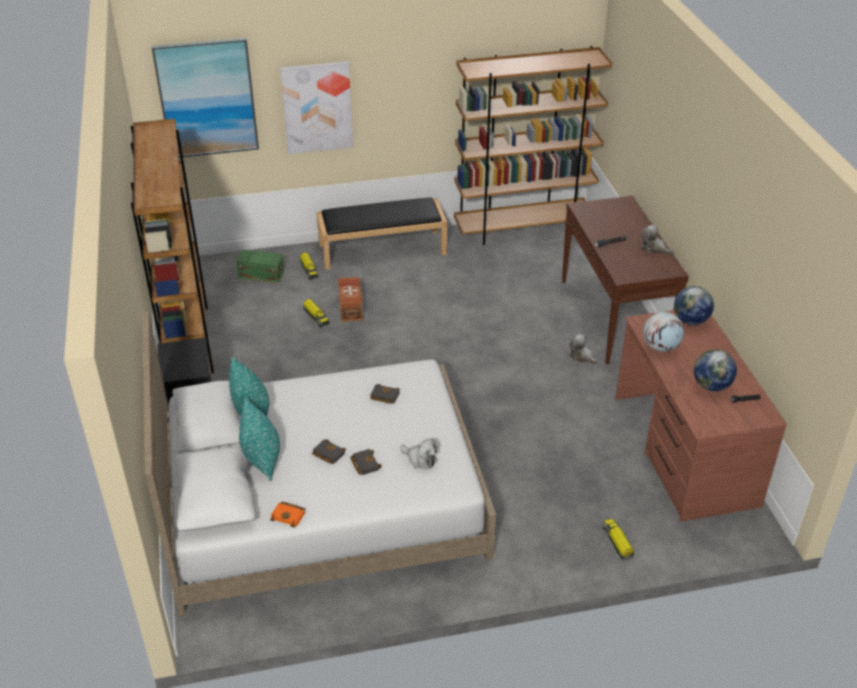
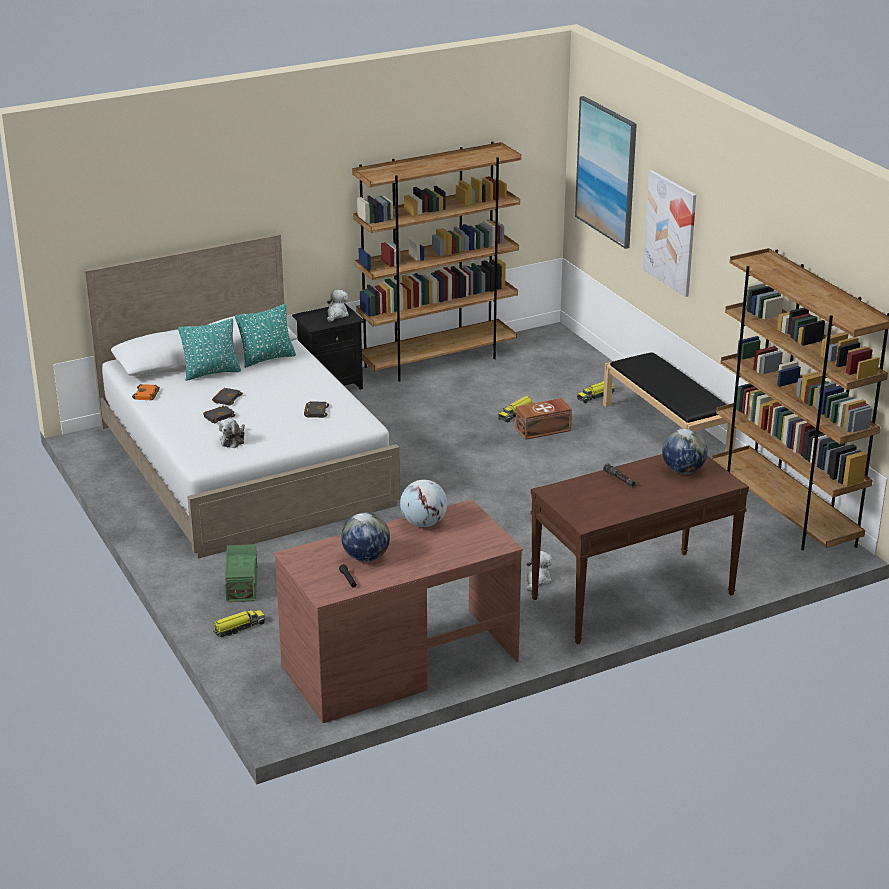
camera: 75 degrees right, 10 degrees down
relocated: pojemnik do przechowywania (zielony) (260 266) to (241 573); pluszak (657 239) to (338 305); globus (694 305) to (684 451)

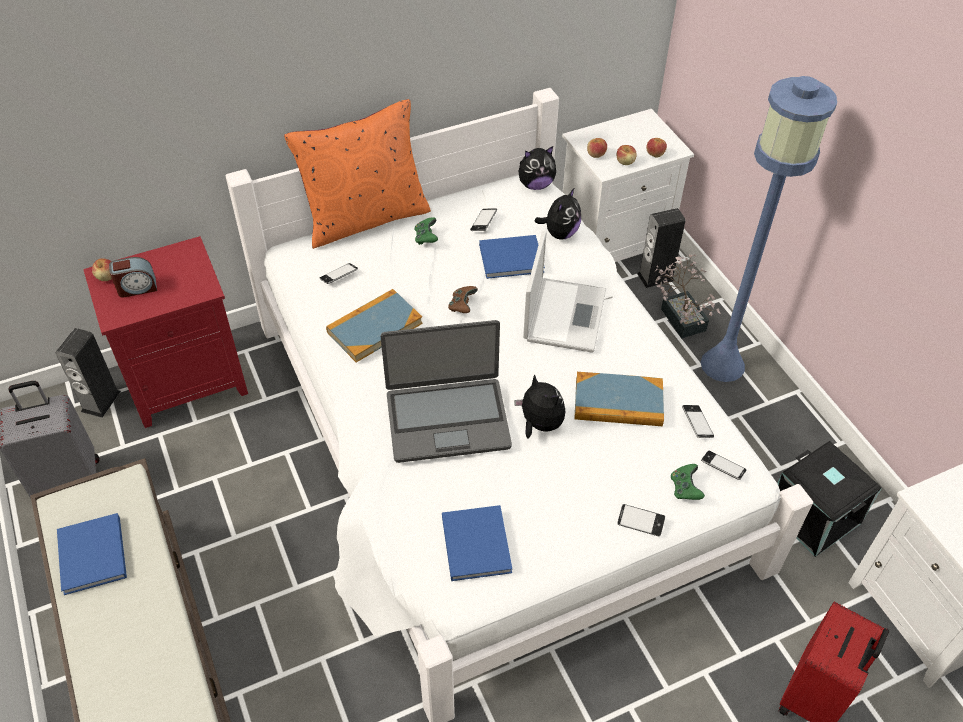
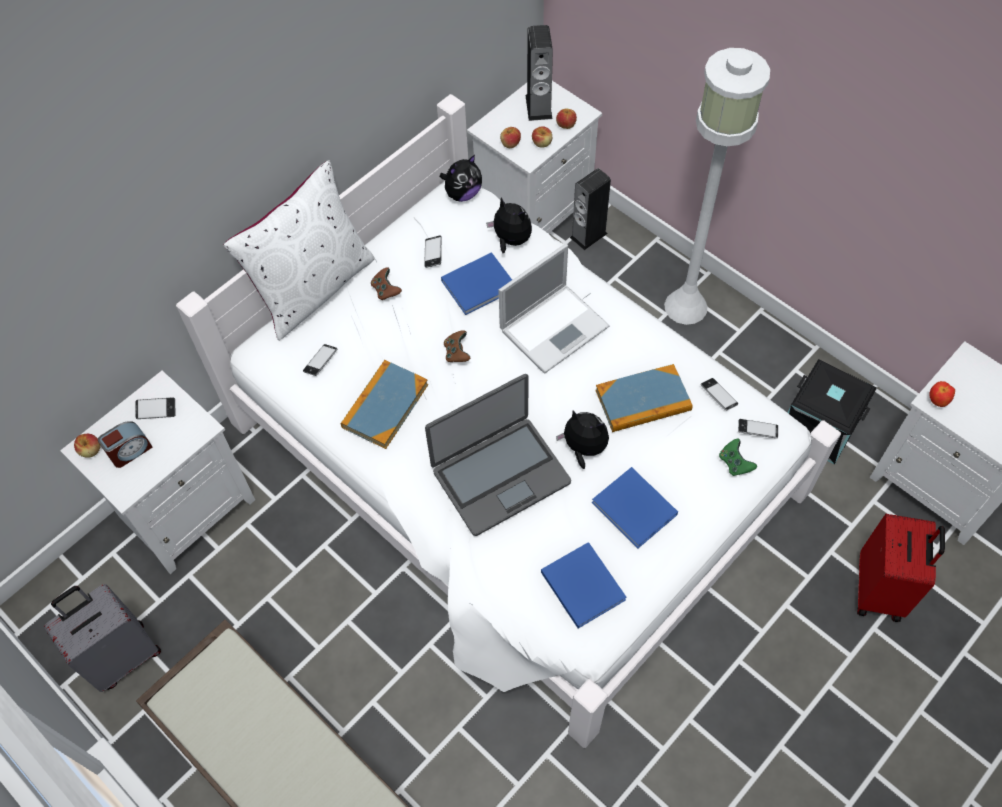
camera: 20 degrees left, 10 degrees up
missing: roślina doniczkowa (687 296)
appeared: jabłko (942 394)
relocated: głośnik (88 373) to (539 73); książka (niebieski) (92 554) to (635 507); telefon (641 520) to (155 408)
colour: szafka nocna (czerwony) (165 332) to szafka nocna (biały) (157 472); poduszka (pomarańczowy) (357 174) to poduszka (biały) (299 250); pad do gier (zielony) (426 231) to pad do gier (brązowy) (386 283); lampa stojąca (niebieski) (768 229) to lampa stojąca (biały) (717 186)
spun: laptop (564 291) = (554 308) 60 degrees clockwise; pluszak (558 213) = (509 225) 60 degrees counterclockwise

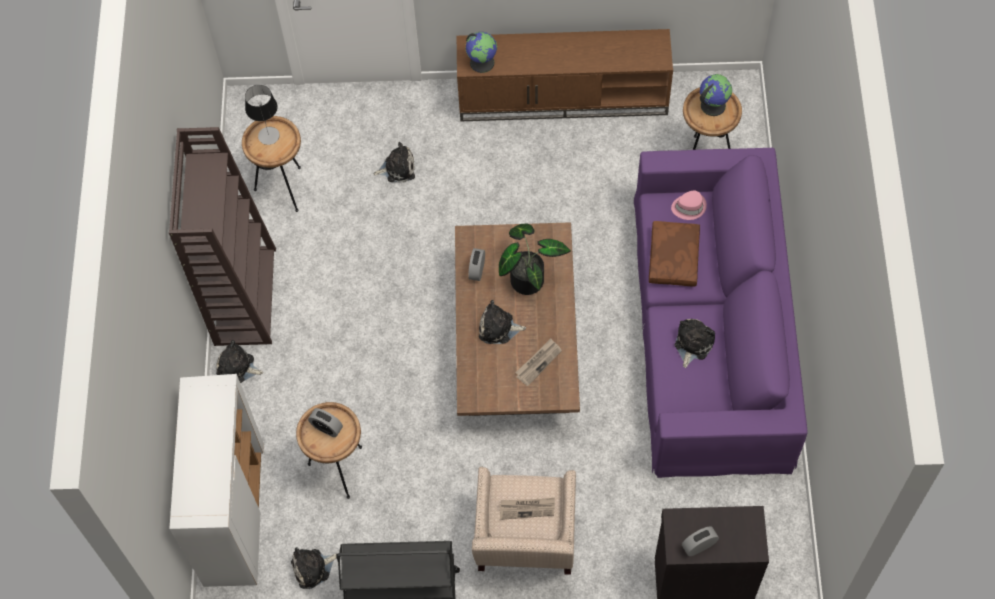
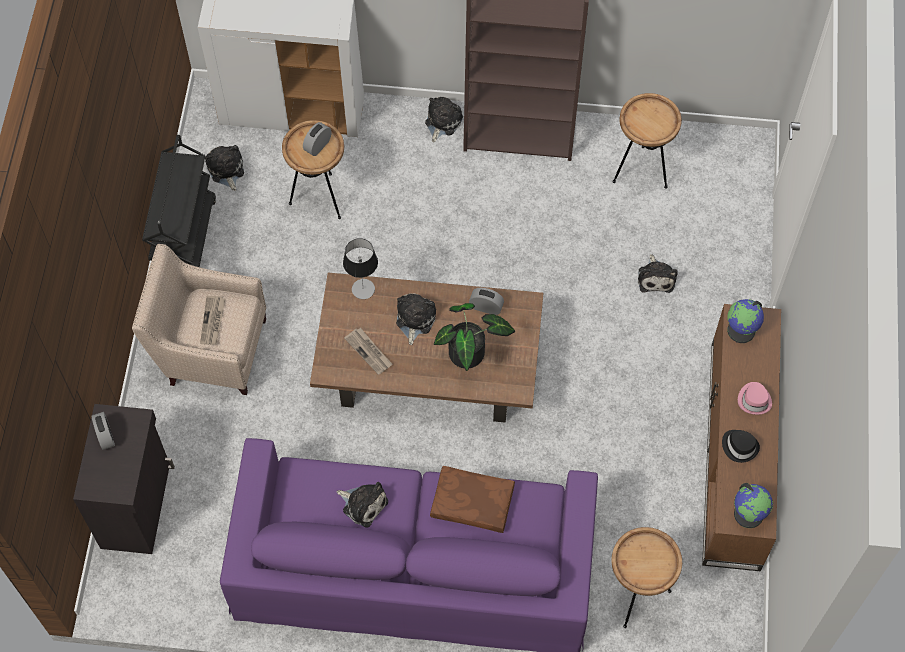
camera: 95 degrees right, 0 degrees up
appeared: kapelusz (czarny) (741 446)
relocated: lampa stołowa (262 115) to (360 268); kapelusz (różowy) (689 205) to (755 398); globus (716 95) to (753 505)

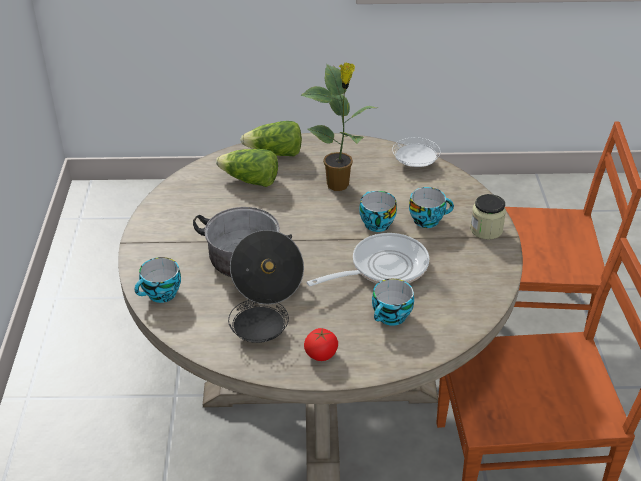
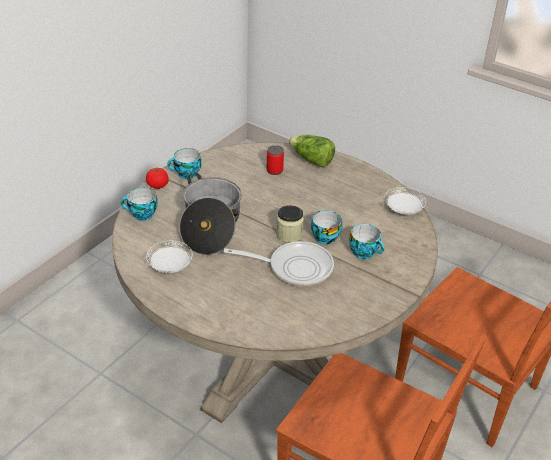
camera: 35 degrees right, 0 degrees up
missing: roślina doniczkowa (338 126)
relocated: pomidor (321 344) to (157 178); filiżanka (393 302) to (184 163); słoik (488 217) to (290 224)
exchanged: sałata (247 168) to puszka (275 160)
colour: talerz (czarny) (258 320) to talerz (biały) (169 257)

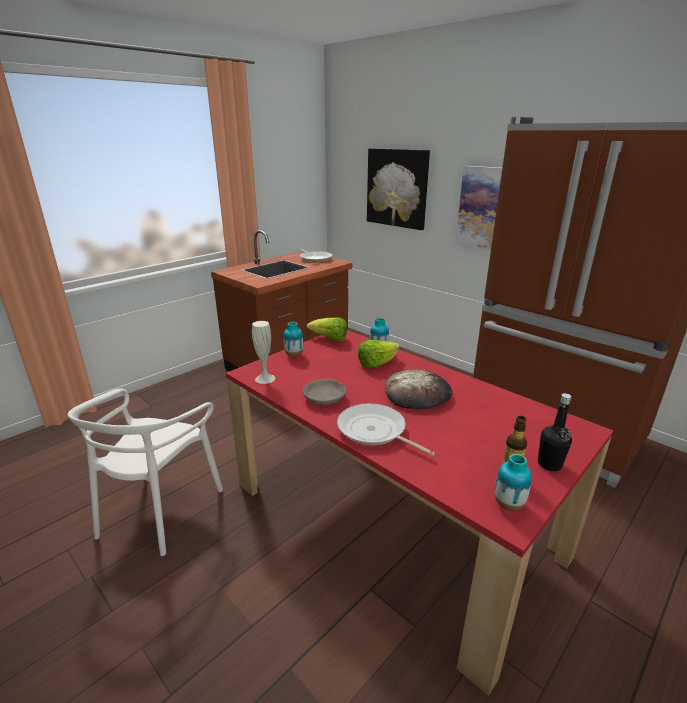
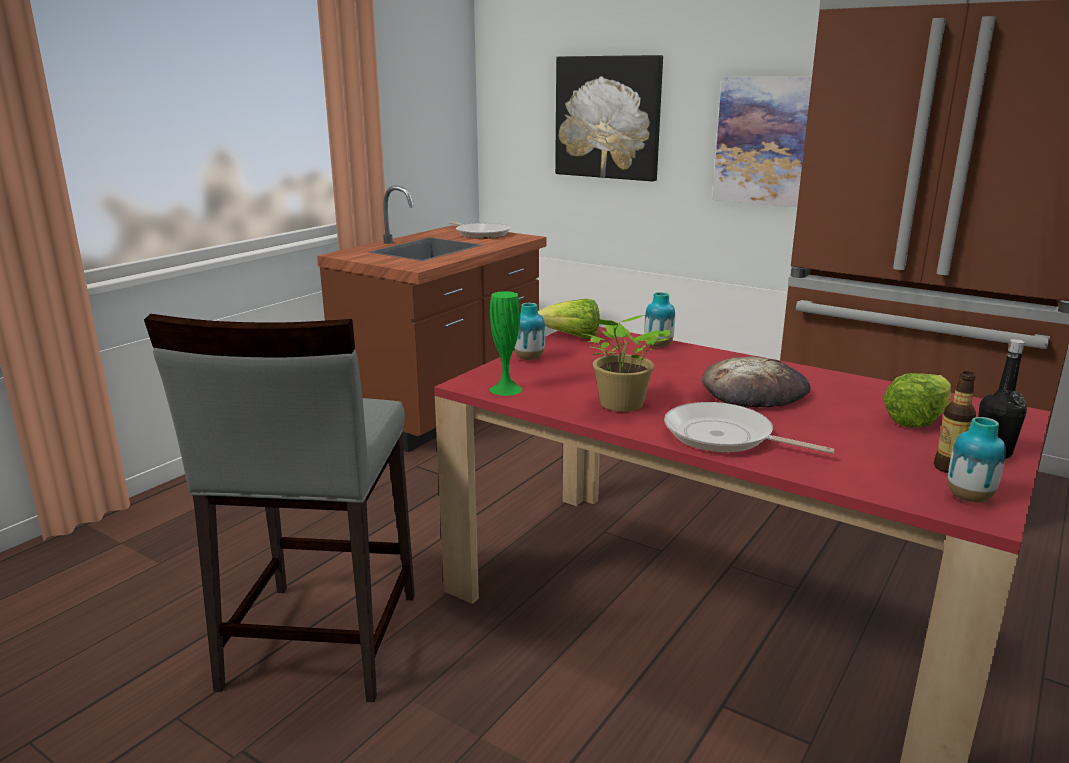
camera: 10 degrees left, 5 degrees down
relocated: sałata (379 354) to (917 400)
exchanged: krzesło (biały) (145 472) to stołek (szary) (279 508); miska (szary) (325 392) to roślina doniczkowa (627 363)
colour: wazon (biały) (263 352) to wazon (zielony) (506 343)

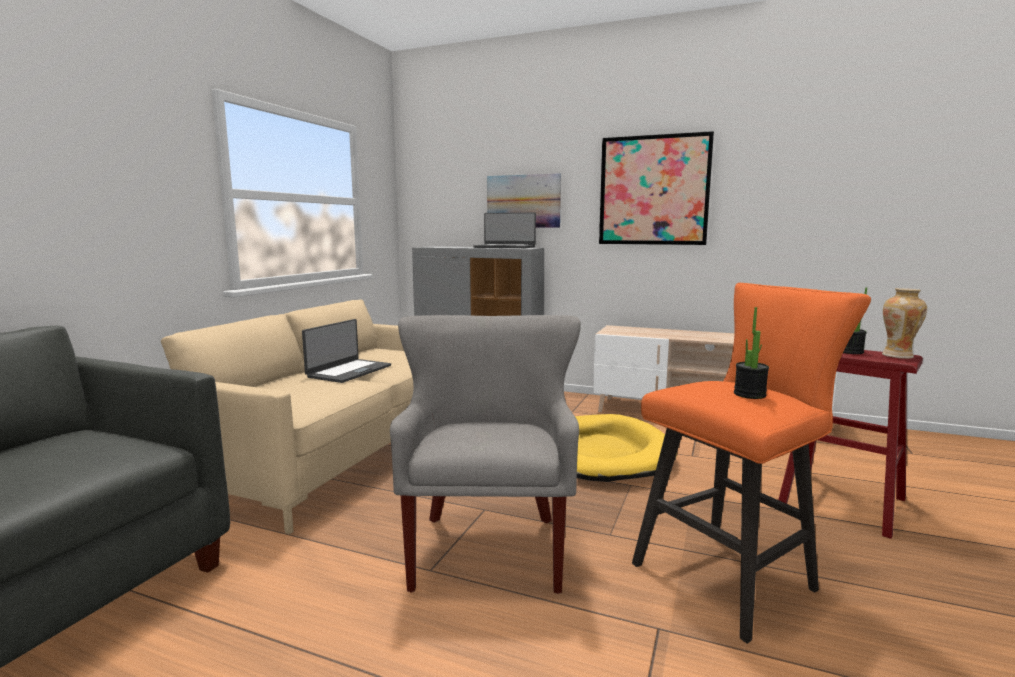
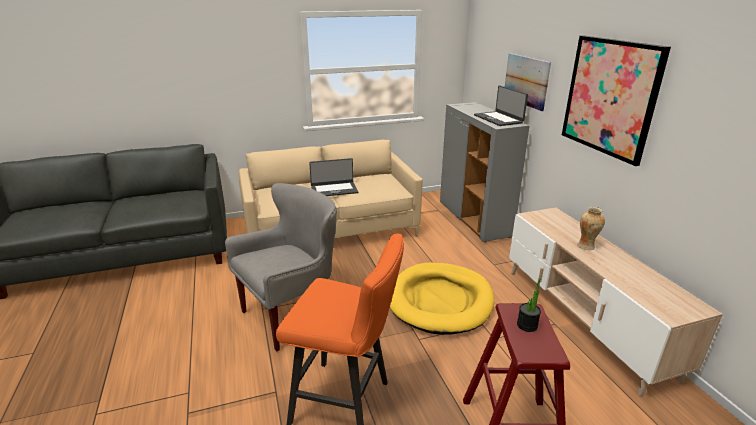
camera: 50 degrees right, 15 degrees up
missing: roślina doniczkowa (751 353)
relocated: wazon (904 323) to (591 228)

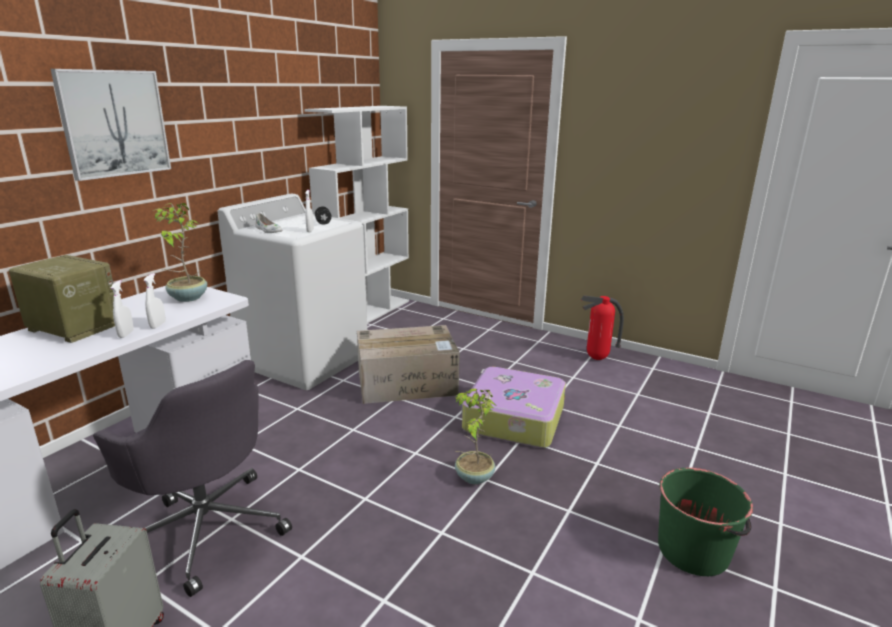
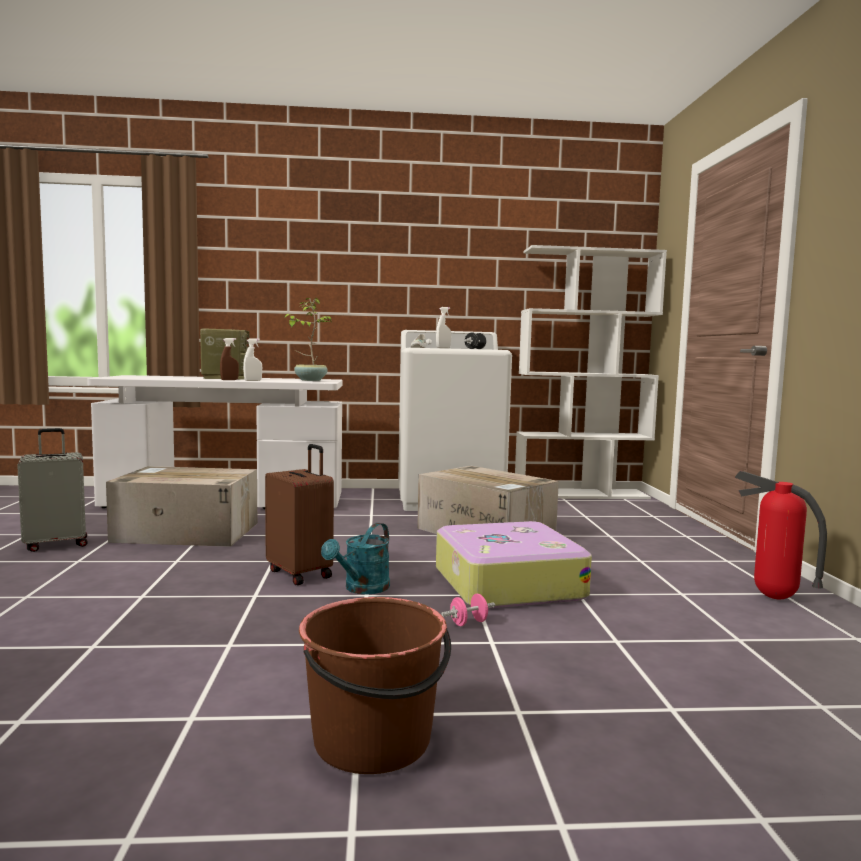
camera: 55 degrees right, 15 degrees down
missing: obraz (111 125)
appeared: walizka (brązowy) (299 514); hantel (różowy) (468 610)
exchanged: krzesło biurowe (szary) (192 478) to karton (181 506); roślina doniczkowa (475 436) to konewka (turkusowy) (355 558)
colour: spryskiwacz (biały) (122 309) to spryskiwacz (brązowy) (229 359); wiadro (zielony) (705 522) to wiadro (brązowy) (375 685)

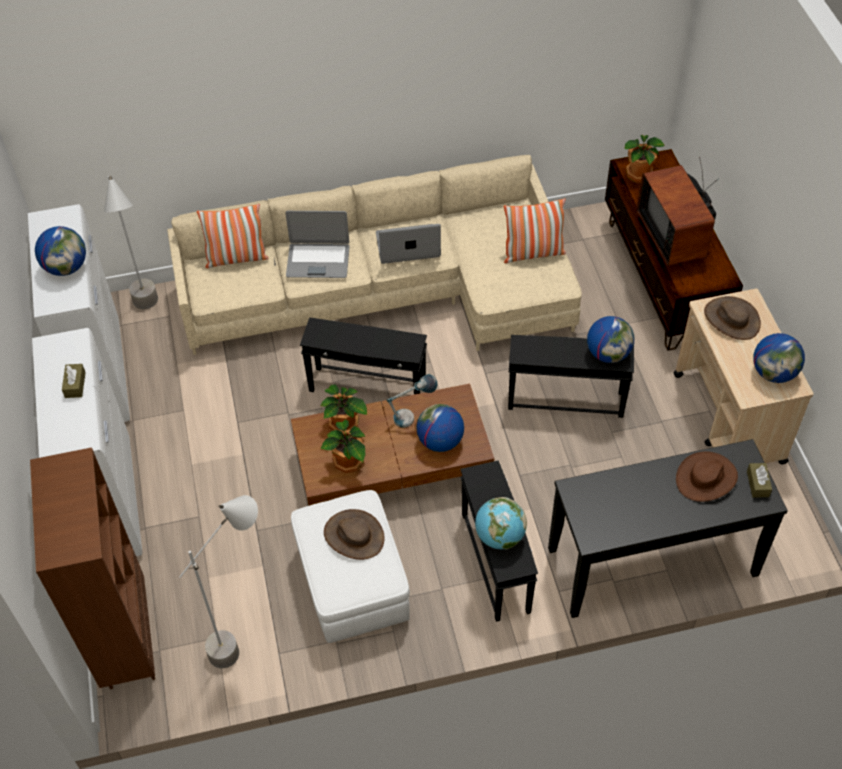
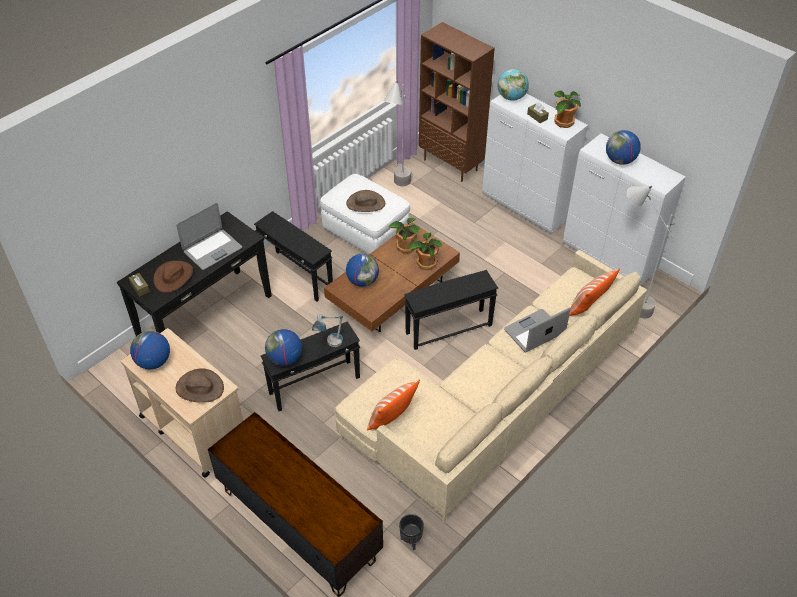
camera: 145 degrees right, 5 degrees down
missing: telewizor (678 211)
appeared: donica (czarny) (411 532)
relocated: laptop (408 244) to (209 236); lampa stołowa (412 401) to (327 330); globus (501 523) to (513 85); roślina doniczkowa (645 159) to (567 109)

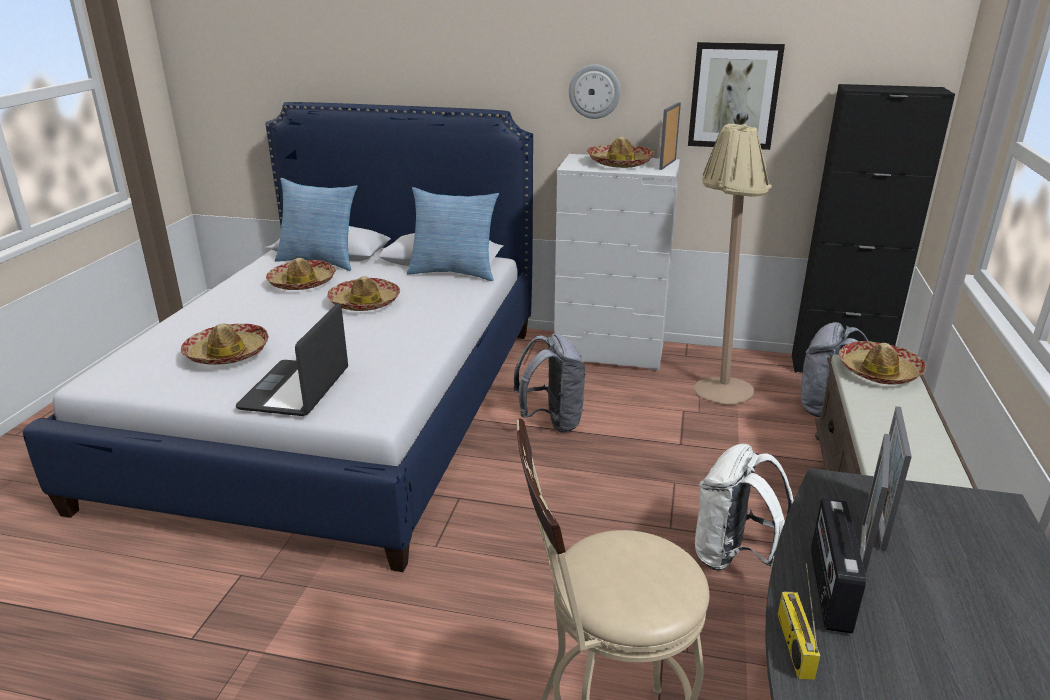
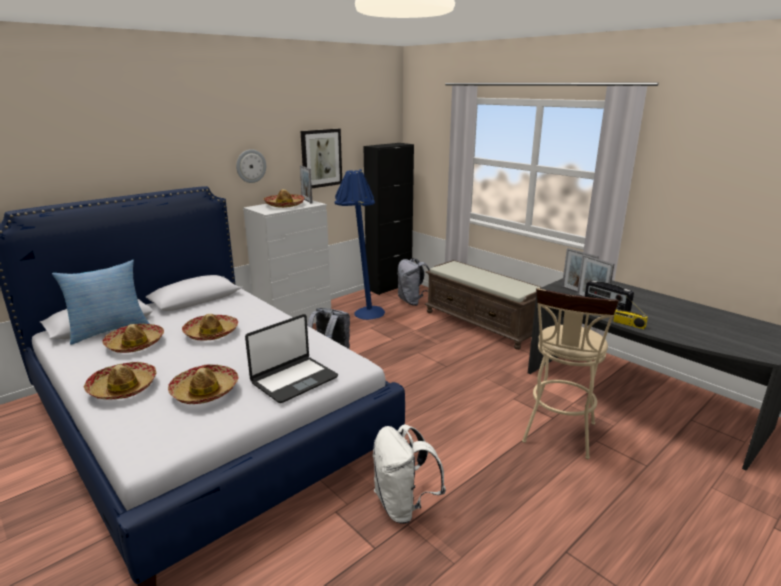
camera: 55 degrees left, 5 degrees down
missing: poduszka (453 234)
relocated: plecak (biały) (744 507) to (409 474); kapelusz (882 363) to (120 381)
colour: lampa stojąca (beżowy) (733 264) to lampa stojąca (niebieski) (359 244)
spun: laptop (292 360) = (291 358) 90 degrees counterclockwise

